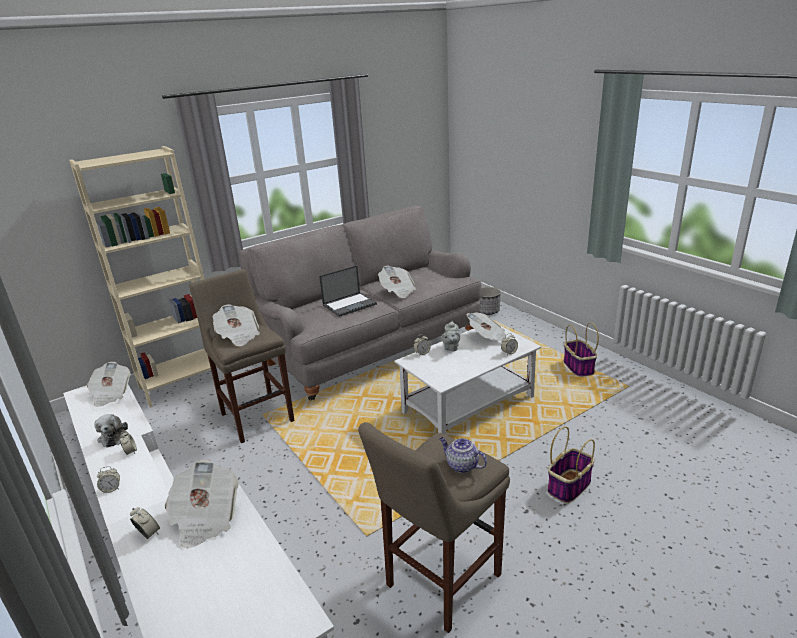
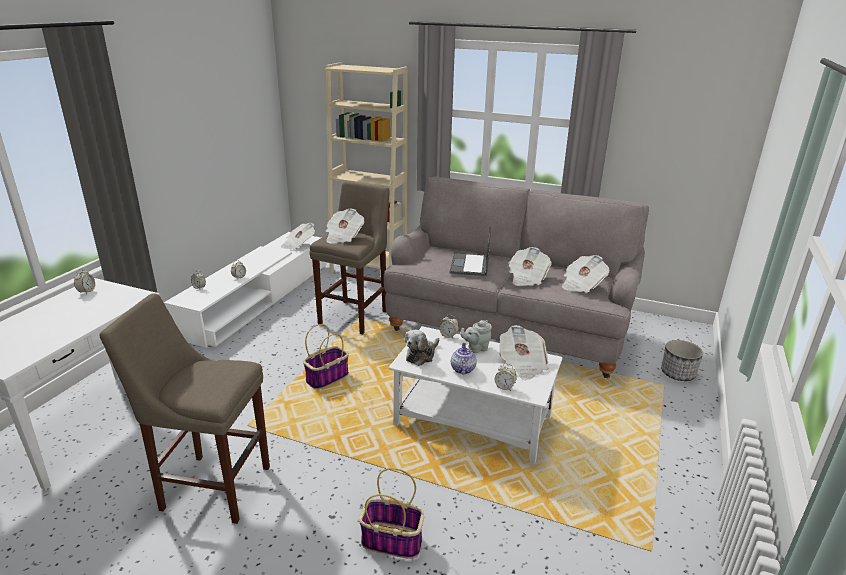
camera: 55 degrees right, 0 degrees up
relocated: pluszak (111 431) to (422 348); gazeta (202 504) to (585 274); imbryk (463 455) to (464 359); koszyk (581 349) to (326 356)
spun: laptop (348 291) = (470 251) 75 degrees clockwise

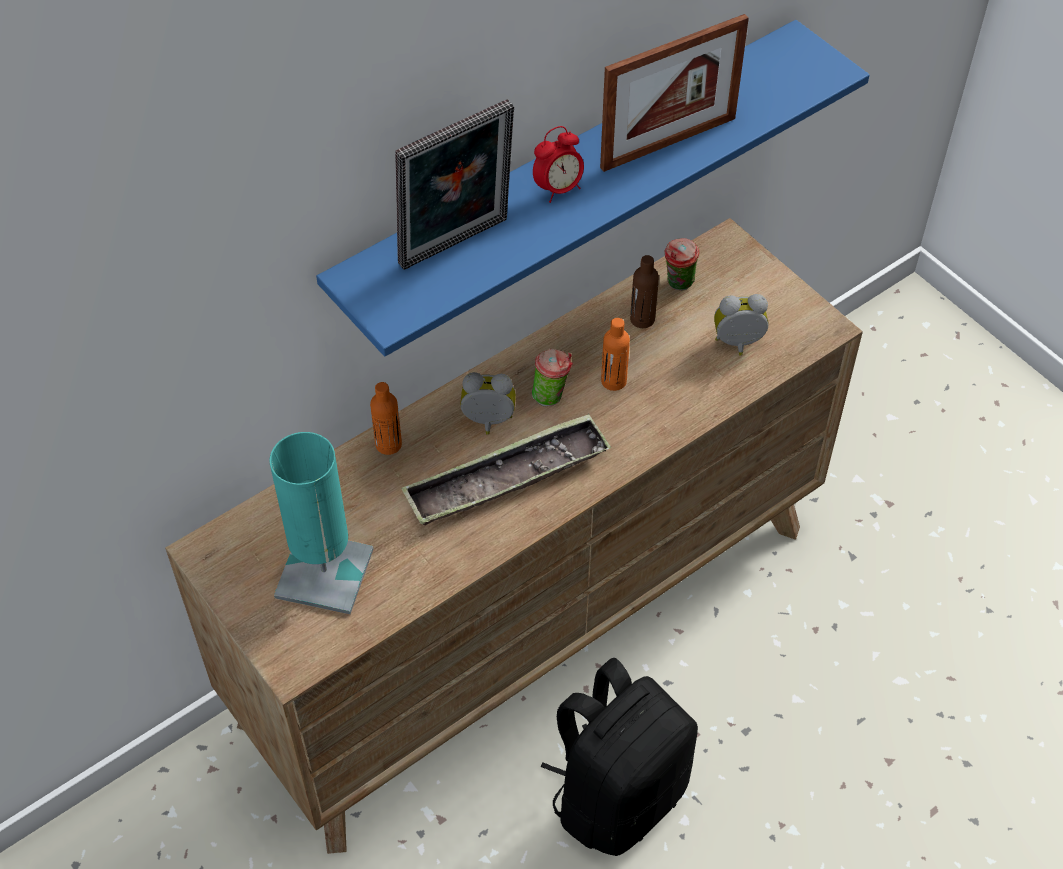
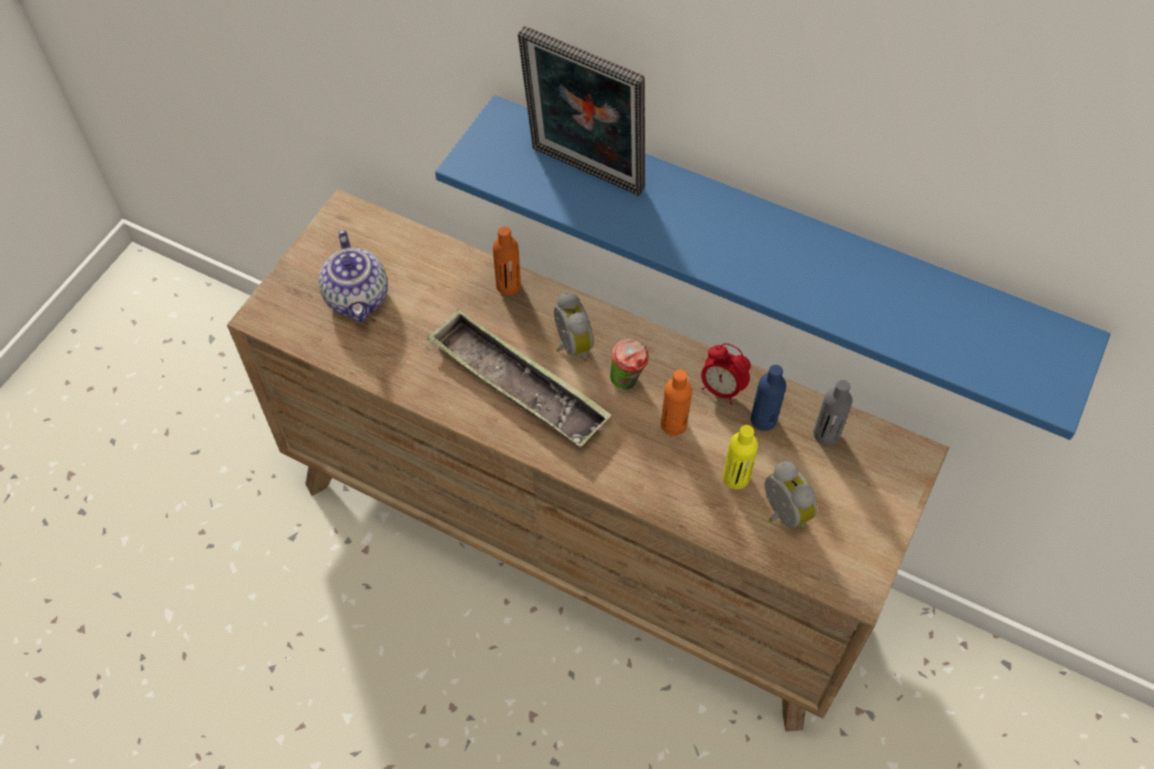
camera: 65 degrees right, 5 degrees up
missing: plecak (czarny) (619 757); ramka na zdjęcie (674 93)
appeared: butelka (żółty) (740 457)
relocated: budzik (558 164) to (726 374)
exchanged: lampa stołowa (turkusowy) (321 523) to imbryk (353 276); filiżanka (682 264) to butelka (szary) (832 412)
colour: butelka (brązowy) (644 291) to butelka (niebieski) (768 398)

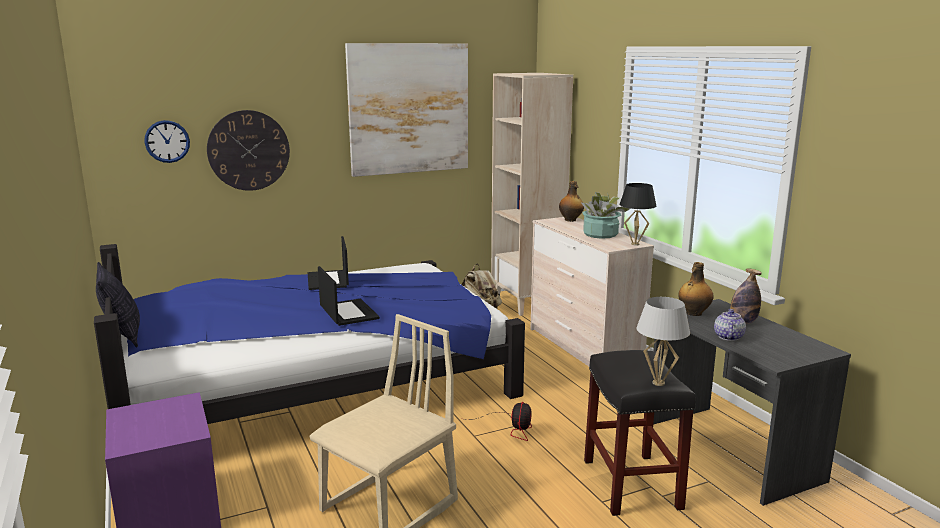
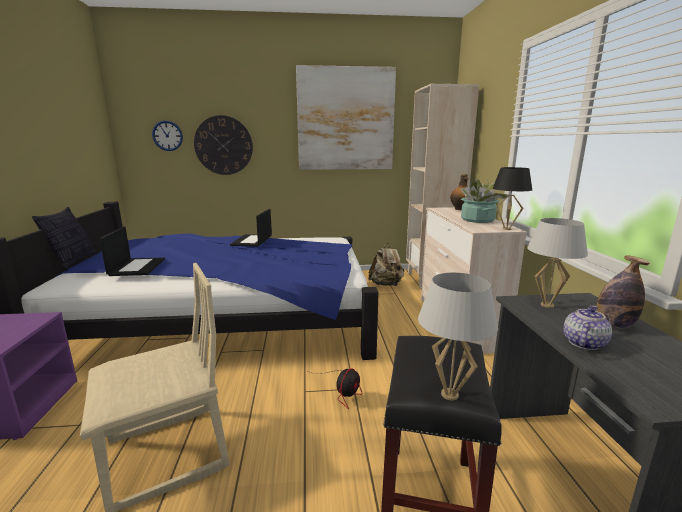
camera: 20 degrees right, 0 degrees up
relocated: laptop (349 296) to (132 251)
exchanged: butelka (696 289) to lampa stołowa (biały) (557 263)

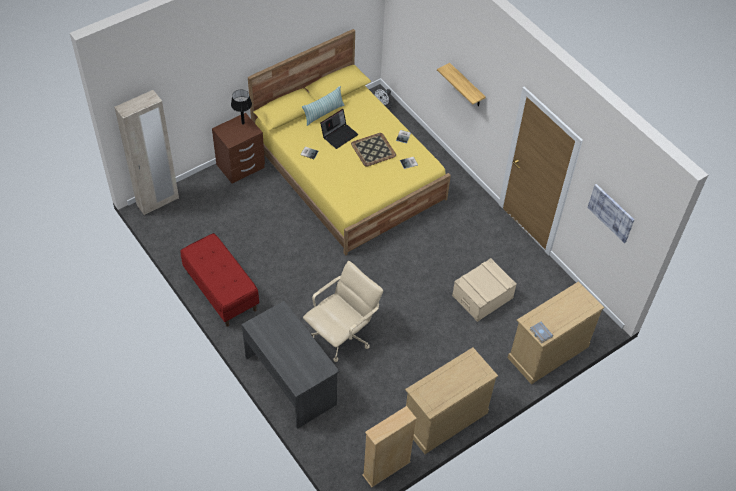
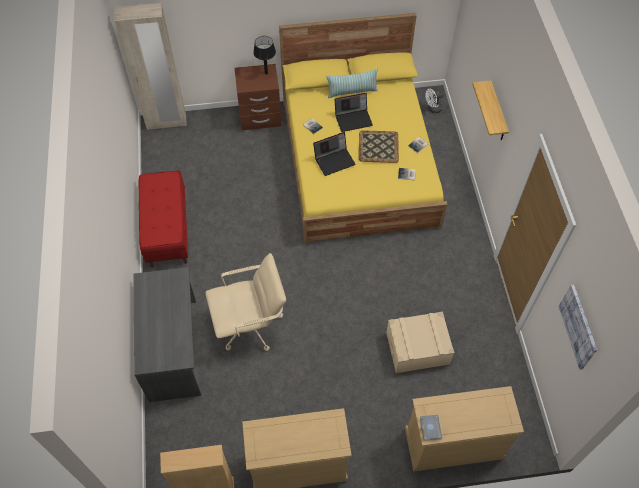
camera: 30 degrees right, 5 degrees up
appeared: laptop (334 154)

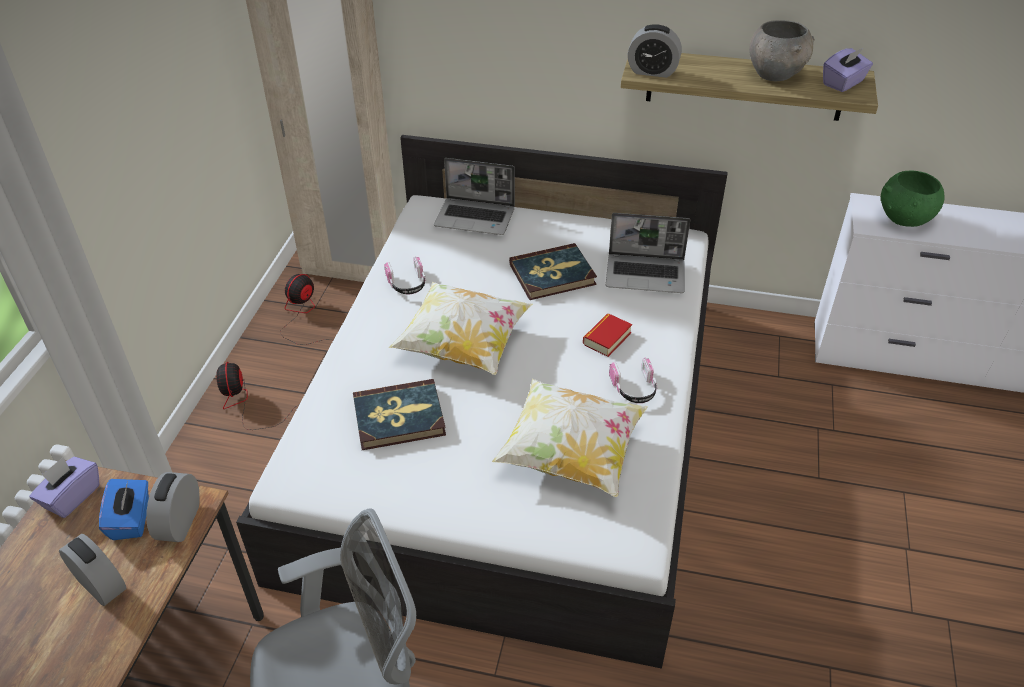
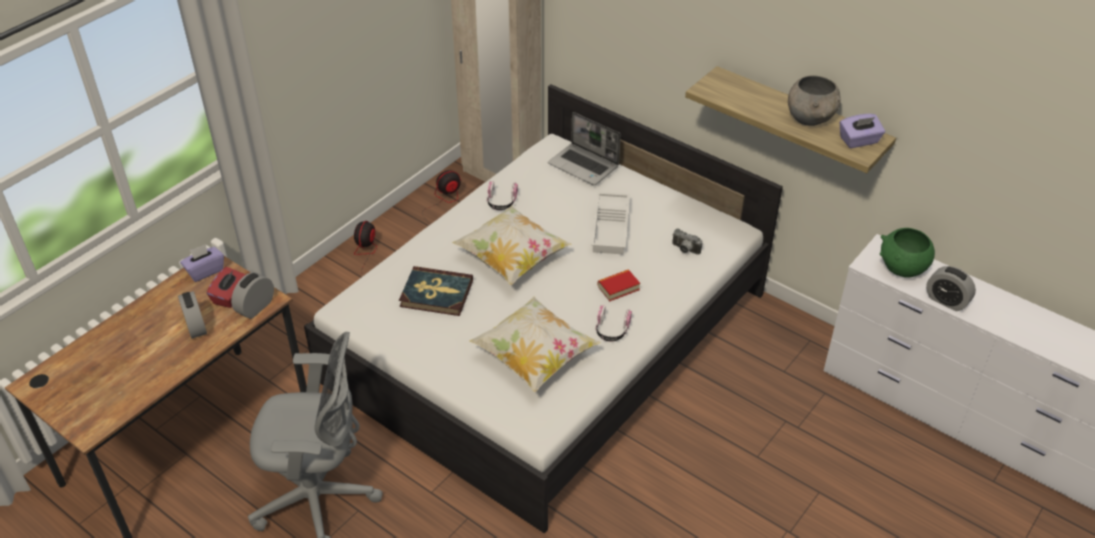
camera: 25 degrees right, 0 degrees up
relocated: budzik (655 51) to (951 288)
exchanged: książka (553 271) to taca (biały) (610 223); laptop (648 253) to aparat fotograficzny (687 241)
colour: pudełko chusteczek (niebieski) (124 509) to pudełko chusteczek (czerwony) (226 287)

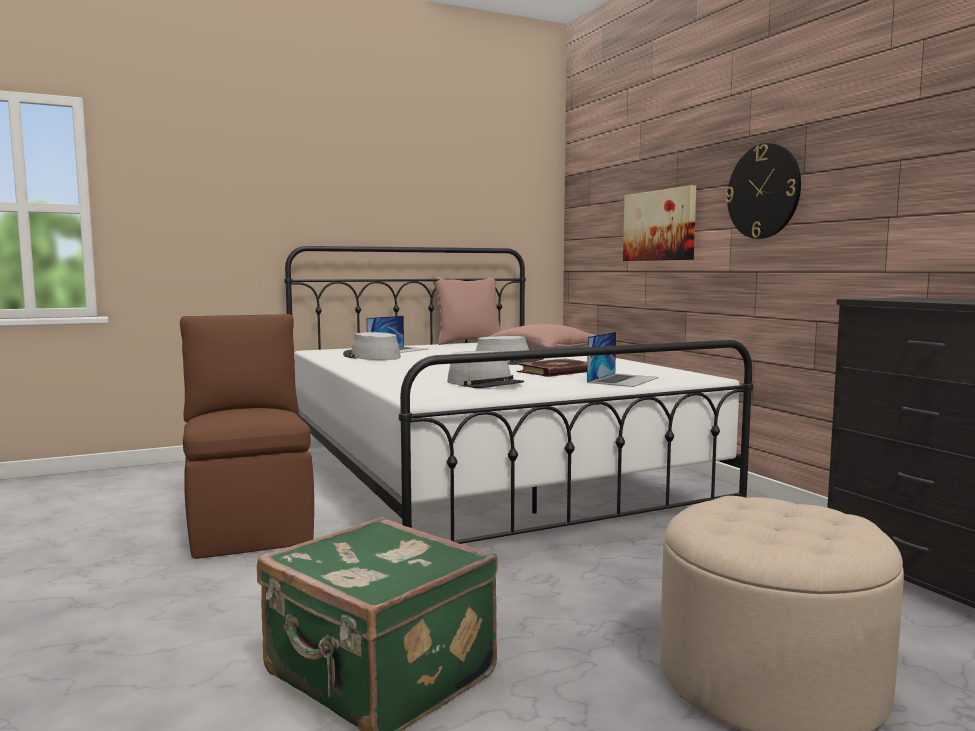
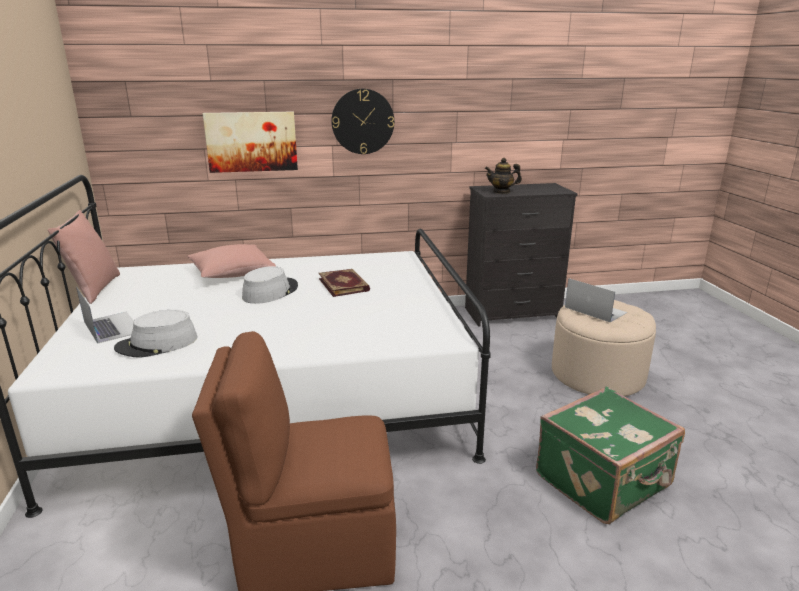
camera: 75 degrees left, 15 degrees up
missing: kapelusz (szary) (485 369)
appeared: imbryk (503 176)
relocated: laptop (623 359) to (596 300)

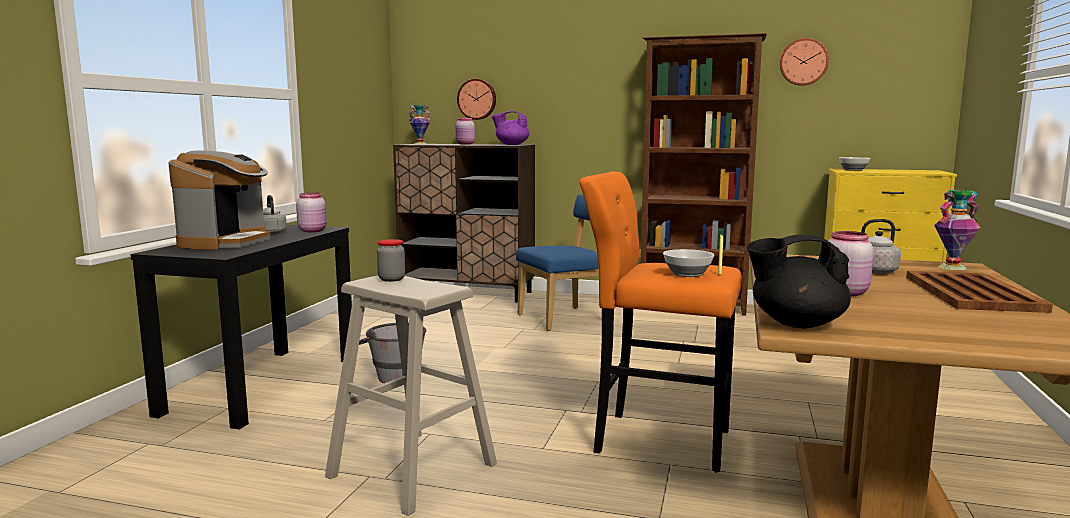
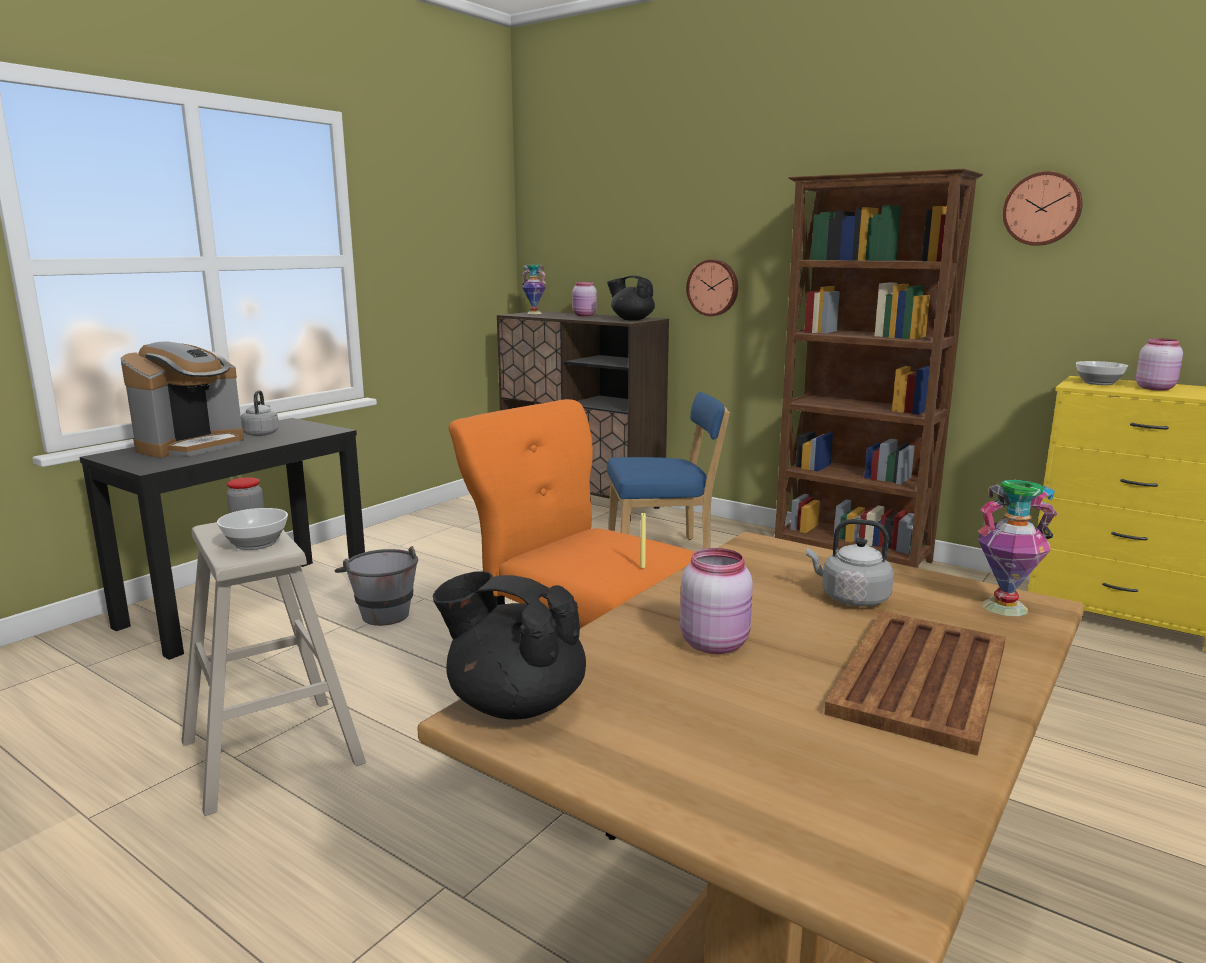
camera: 20 degrees right, 5 degrees up
relocated: słoik (różowy) (311 212) to (1159 364); zegar ścienny (476 99) to (712 288); miska (688 263) to (252 529)
colour: imbryk (fioletowy) (510 128) to imbryk (czarny) (631 298)

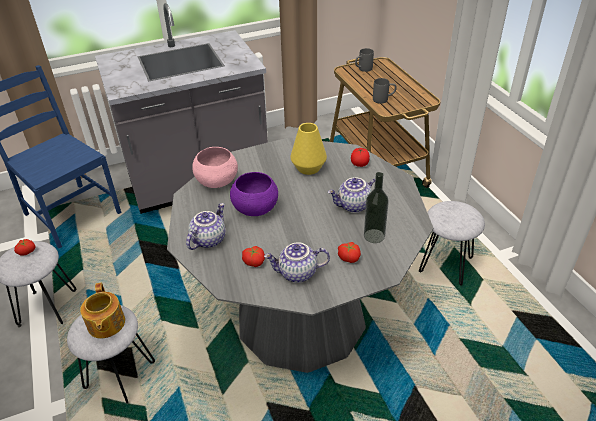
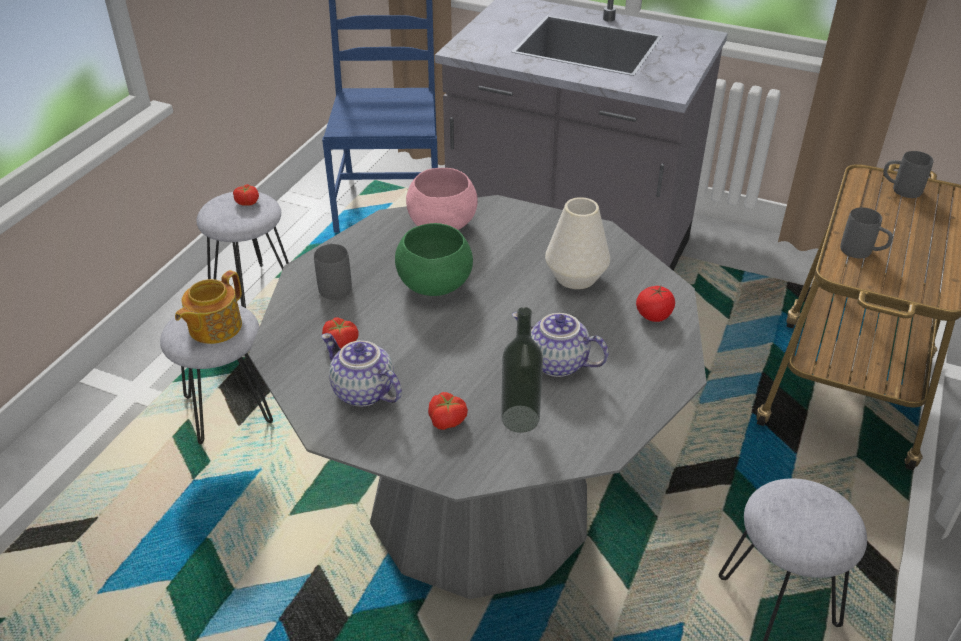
camera: 45 degrees right, 0 degrees up
exchanged: imbryk (205 226) to kubek (szary) (333 271)
colour: miska (fioletowy) (254 194) to miska (zielony) (434 259); wazon (żółty) (308 149) to wazon (biały) (577 243)

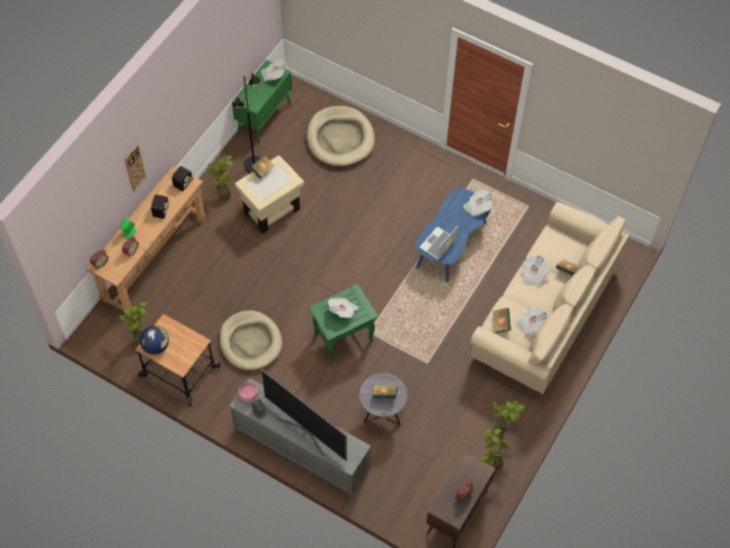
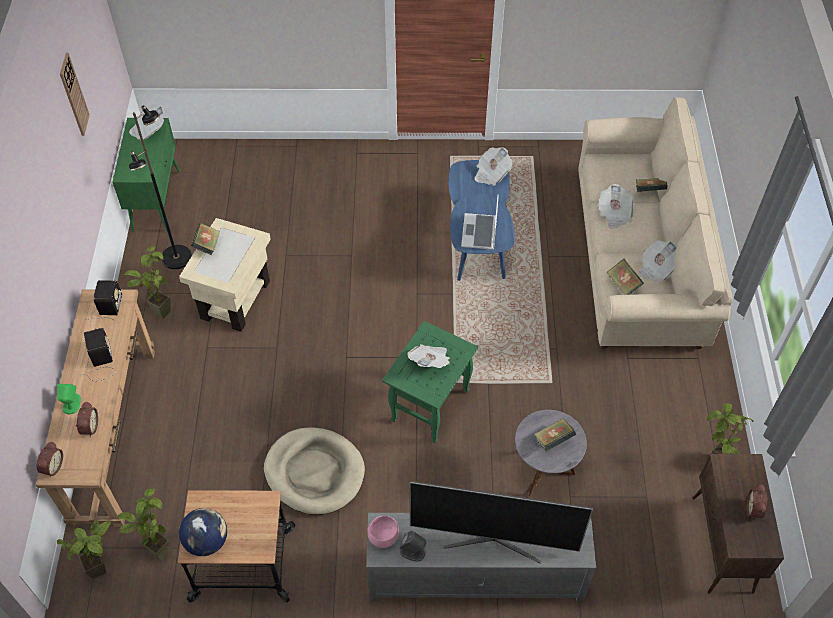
camera: 30 degrees left, 5 degrees down
missing: legowisko (beżowy) (341 136)
relocated: zegar ścienny (135 168) to (75 94); roślina doniczkowa (508 417) to (84 549)

